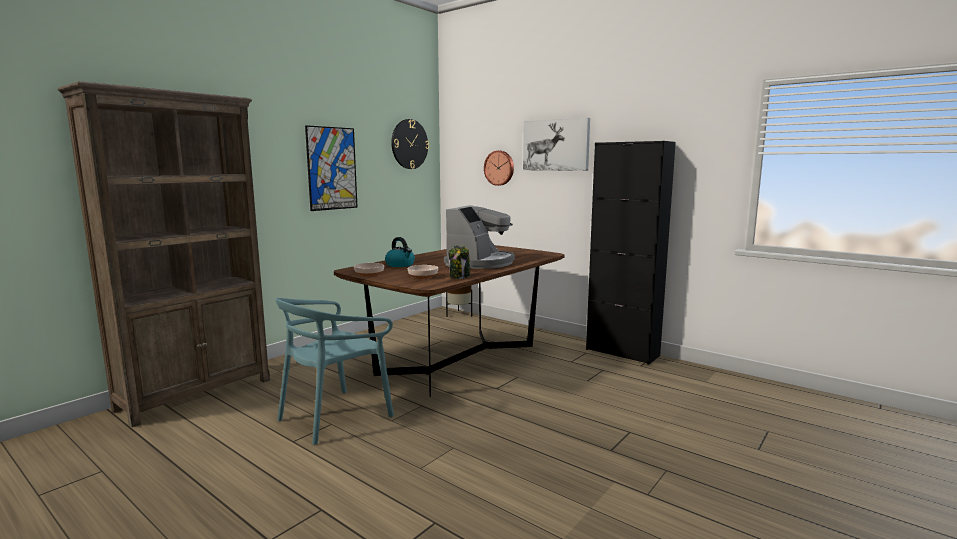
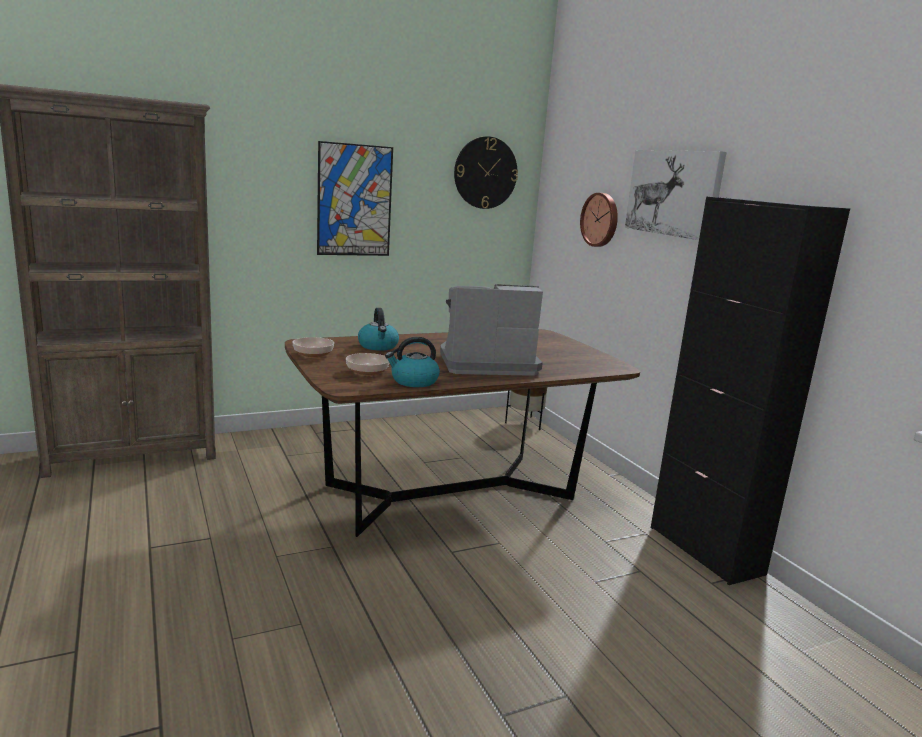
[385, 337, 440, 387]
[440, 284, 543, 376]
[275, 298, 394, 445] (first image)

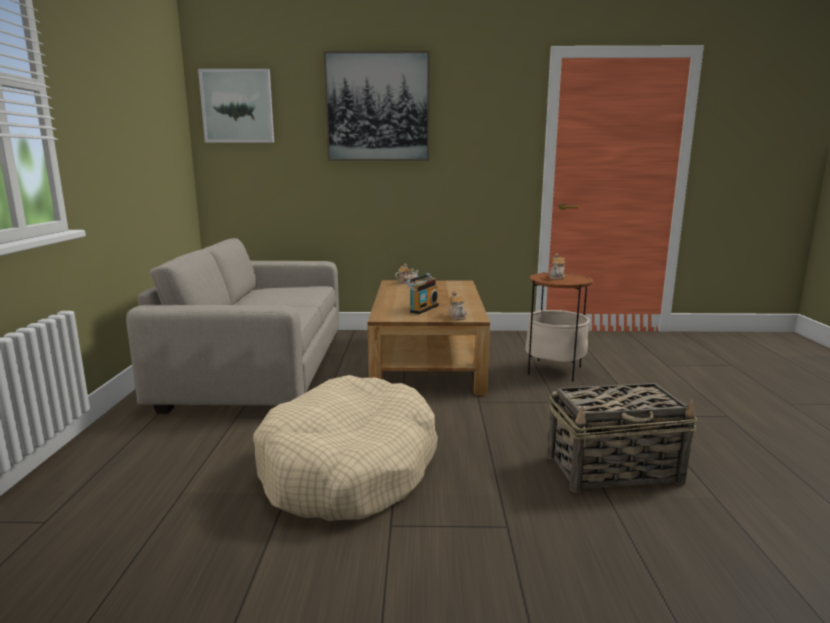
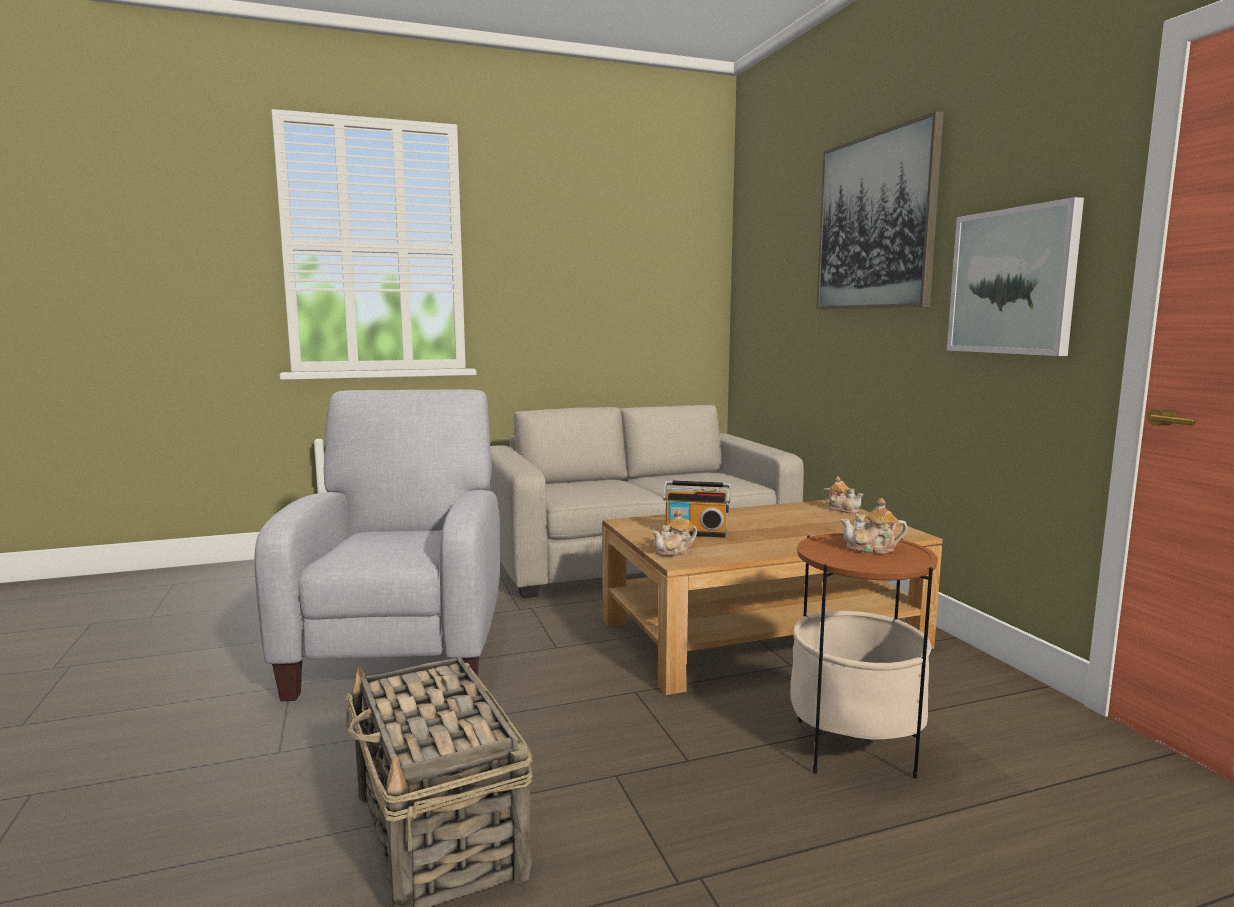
[255, 390, 501, 701]
[947, 197, 1084, 356]

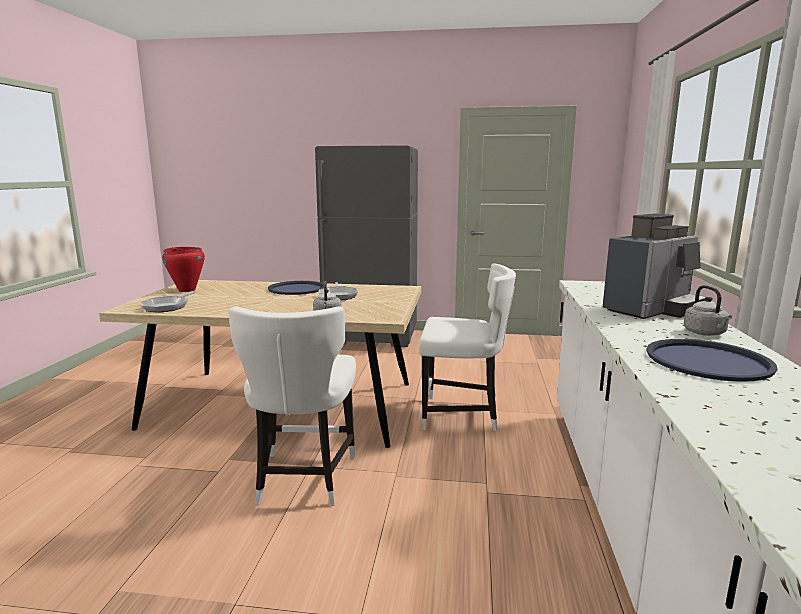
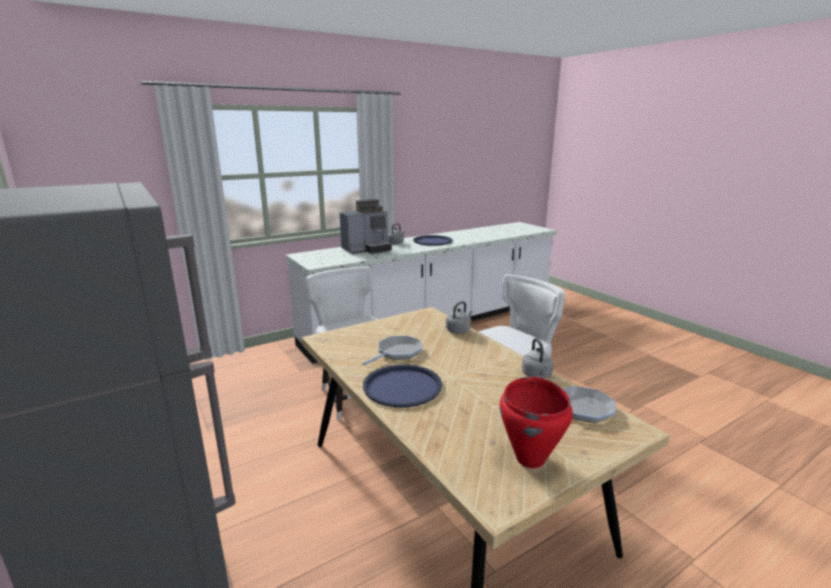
[340, 199, 392, 254]
[522, 338, 553, 379]

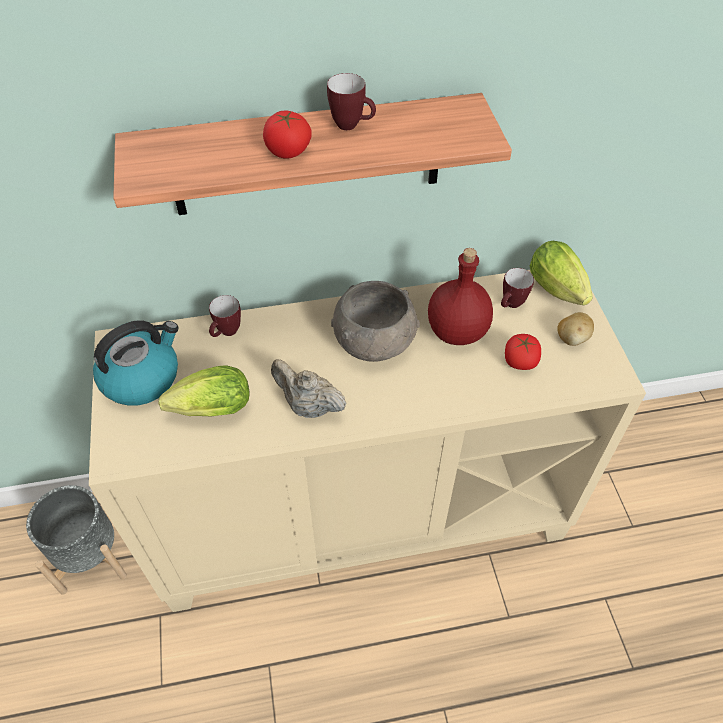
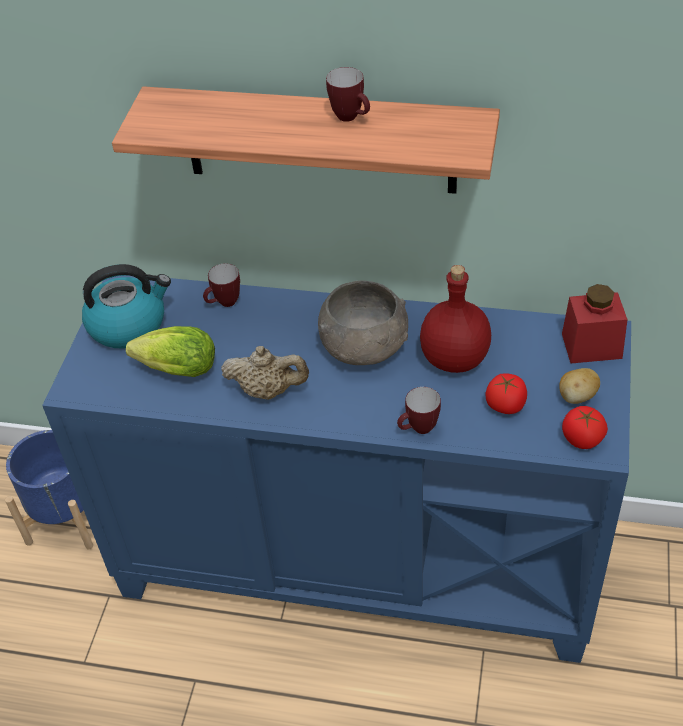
[5, 430, 93, 549]
[42, 275, 631, 663]
[221, 346, 309, 400]
[397, 387, 441, 434]
[562, 284, 628, 363]
[562, 406, 608, 449]

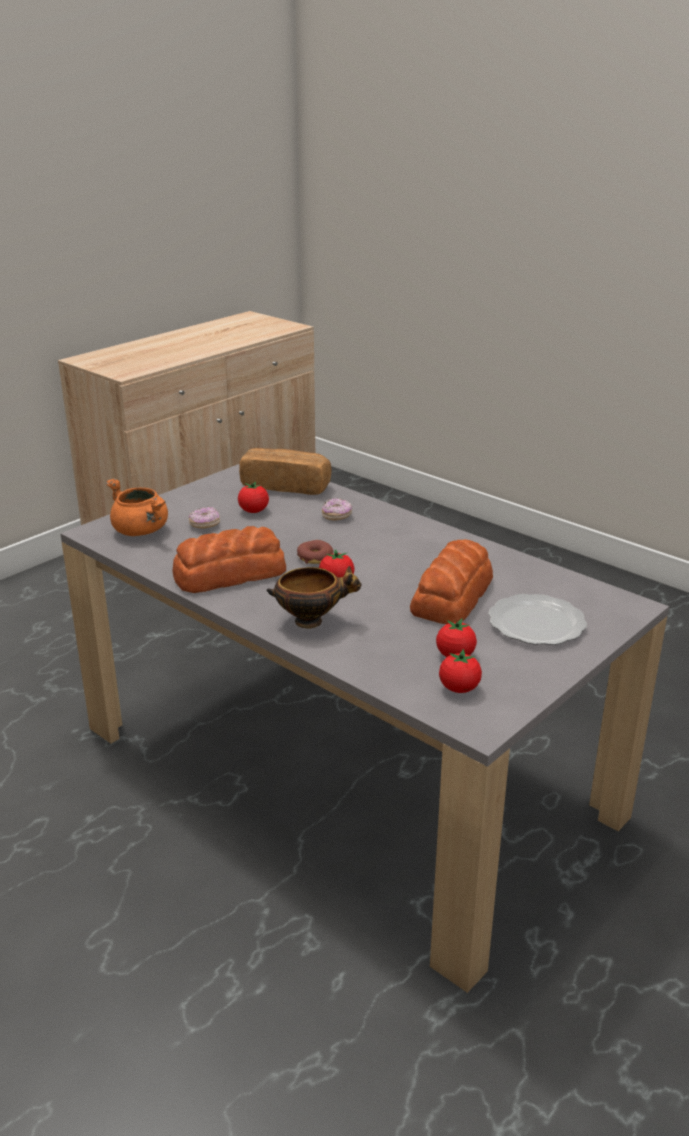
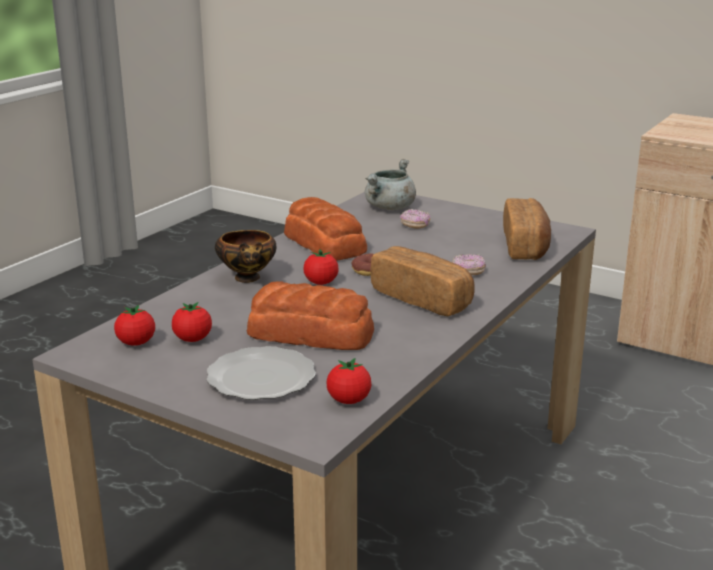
[327, 358, 371, 404]
[365, 159, 416, 210]
[370, 246, 475, 316]

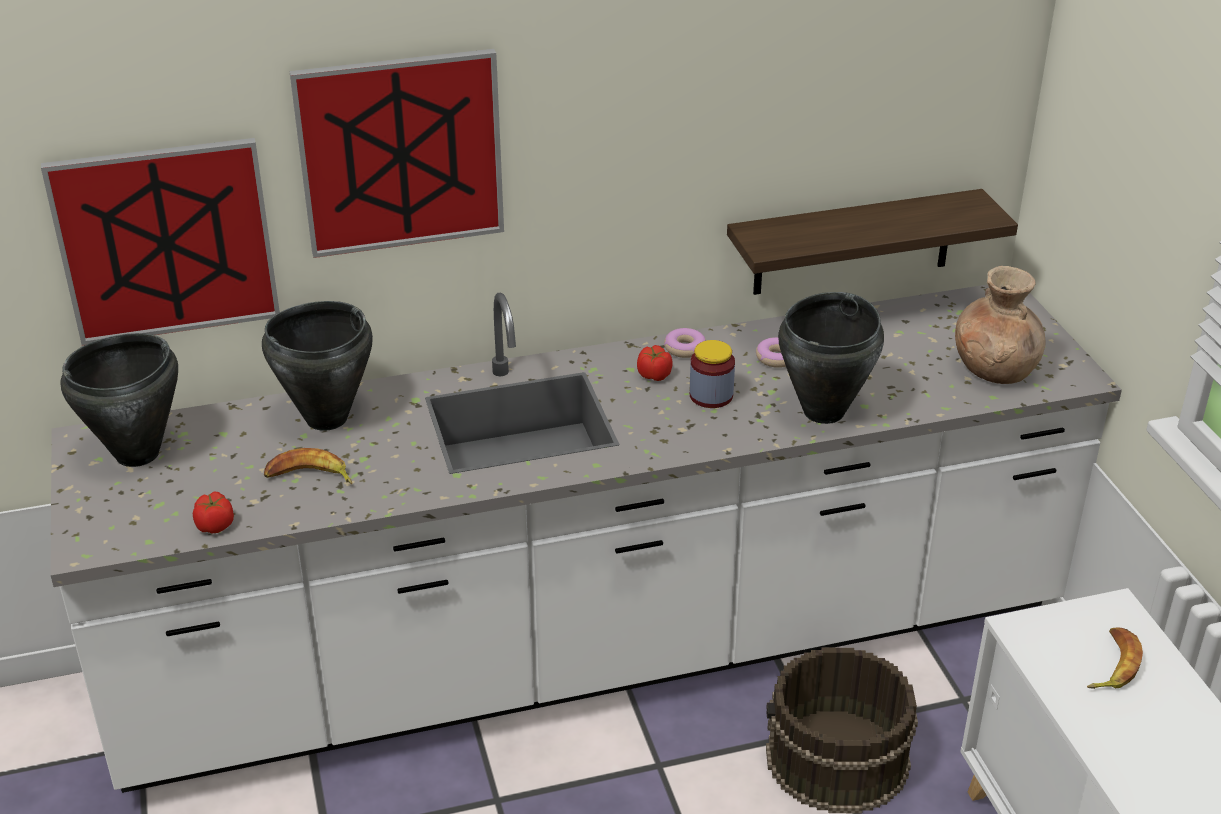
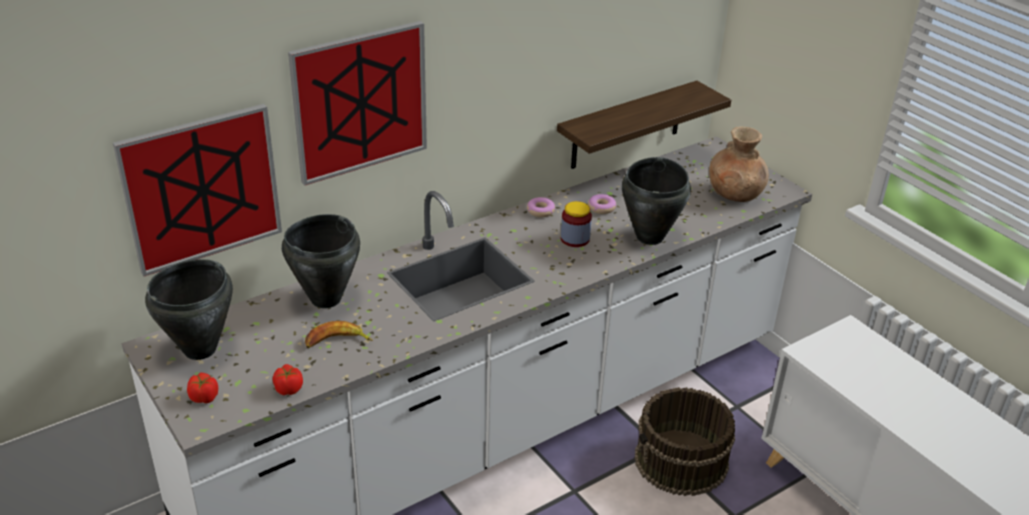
[187, 373, 218, 403]
[1087, 627, 1143, 689] (first image)

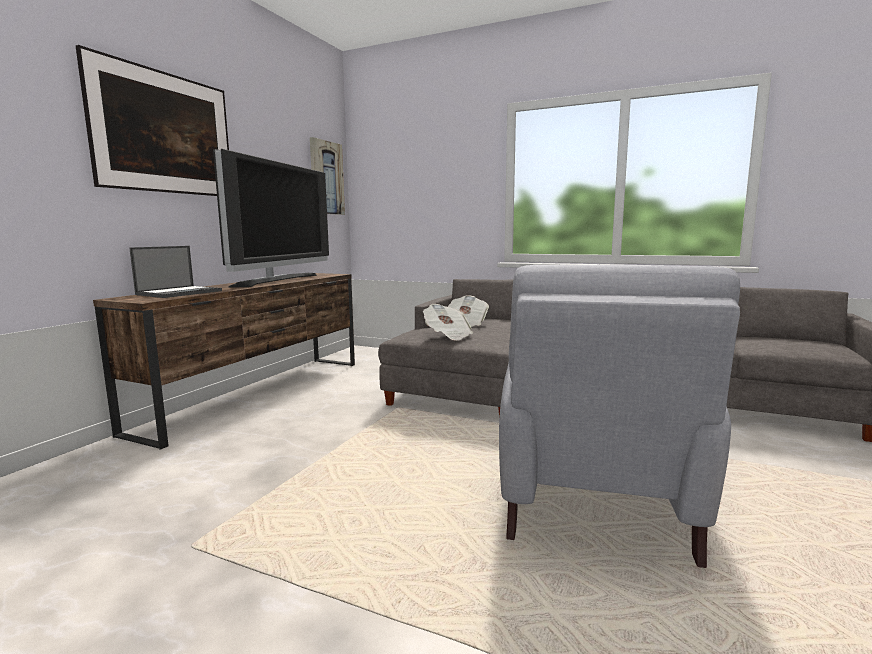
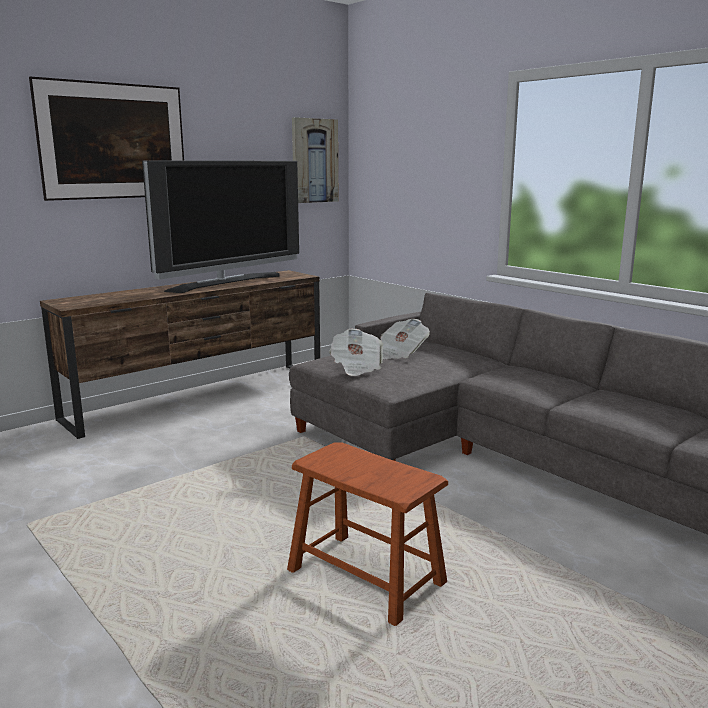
[287, 442, 448, 626]
[129, 246, 222, 298] (first image)

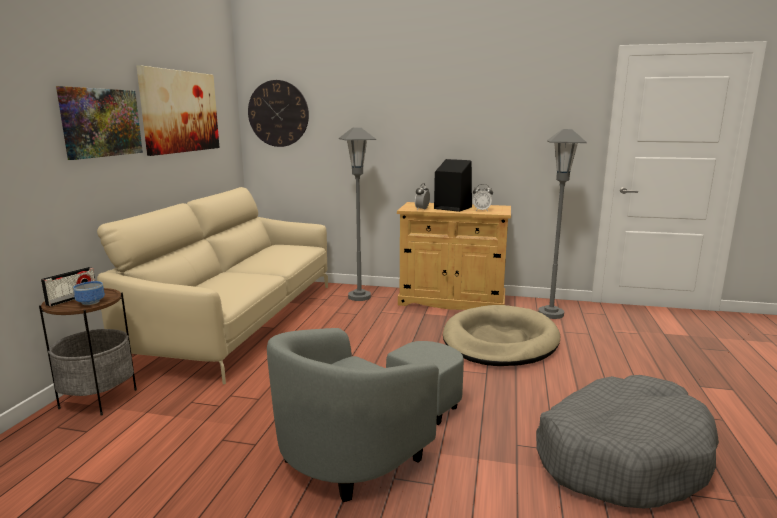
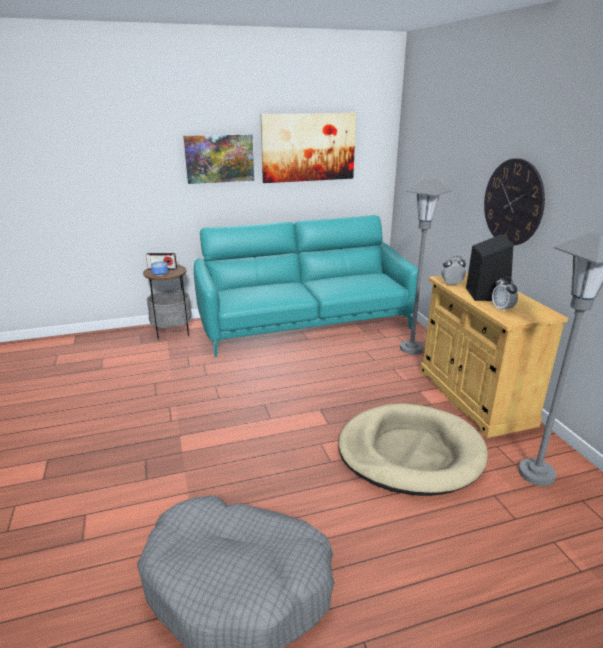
[194, 215, 418, 357]
[484, 158, 545, 246]
[267, 328, 464, 502] (first image)

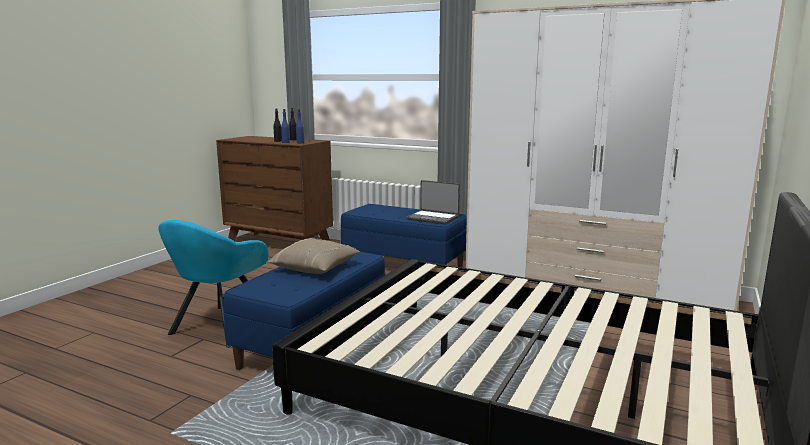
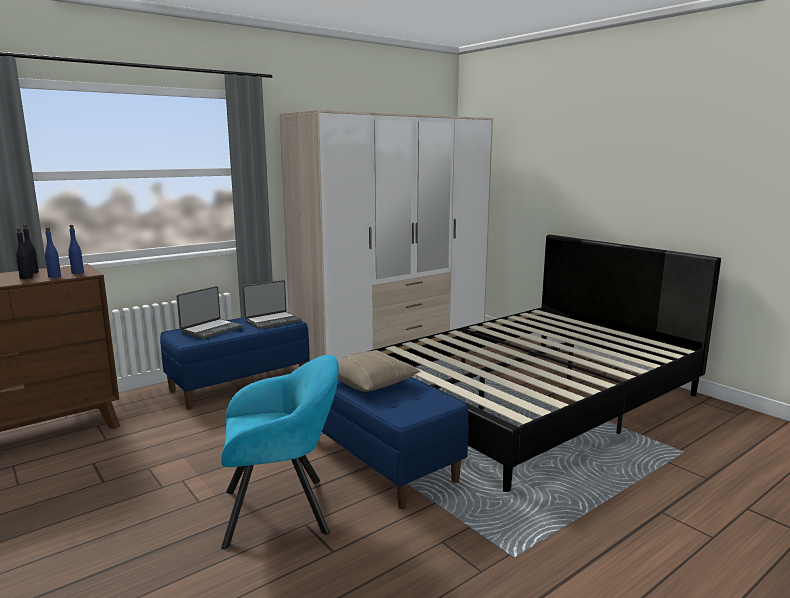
[177, 286, 242, 339]
[221, 355, 339, 549]

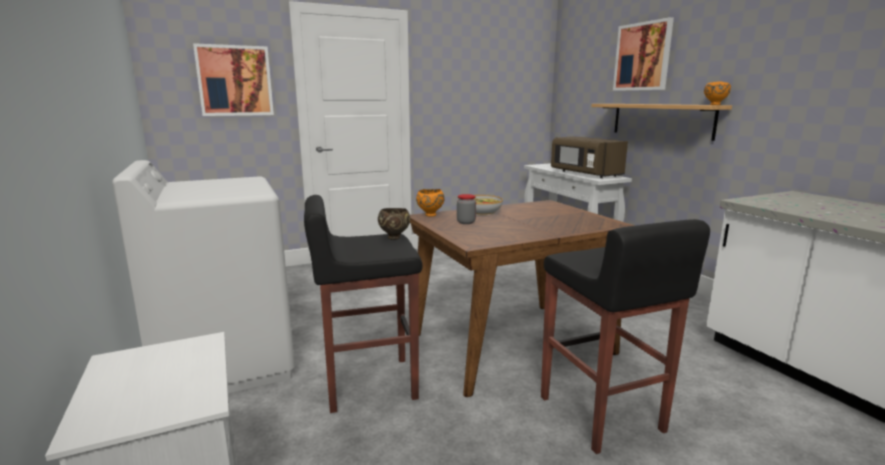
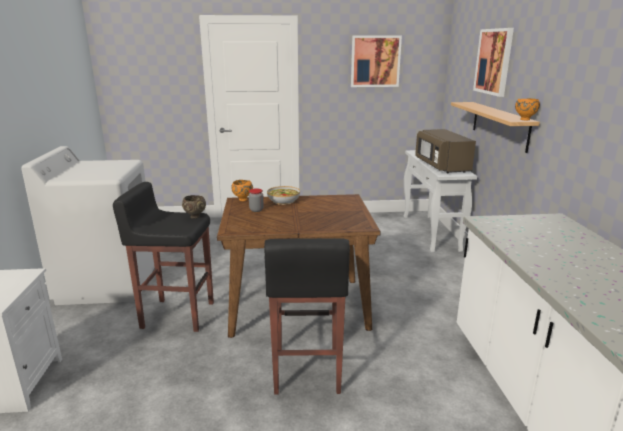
[351, 35, 402, 87]

